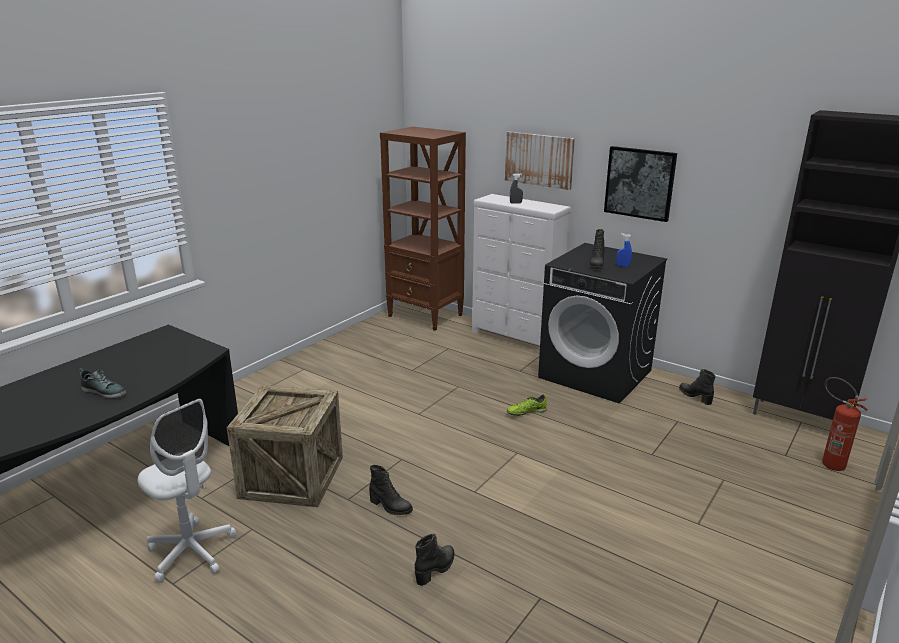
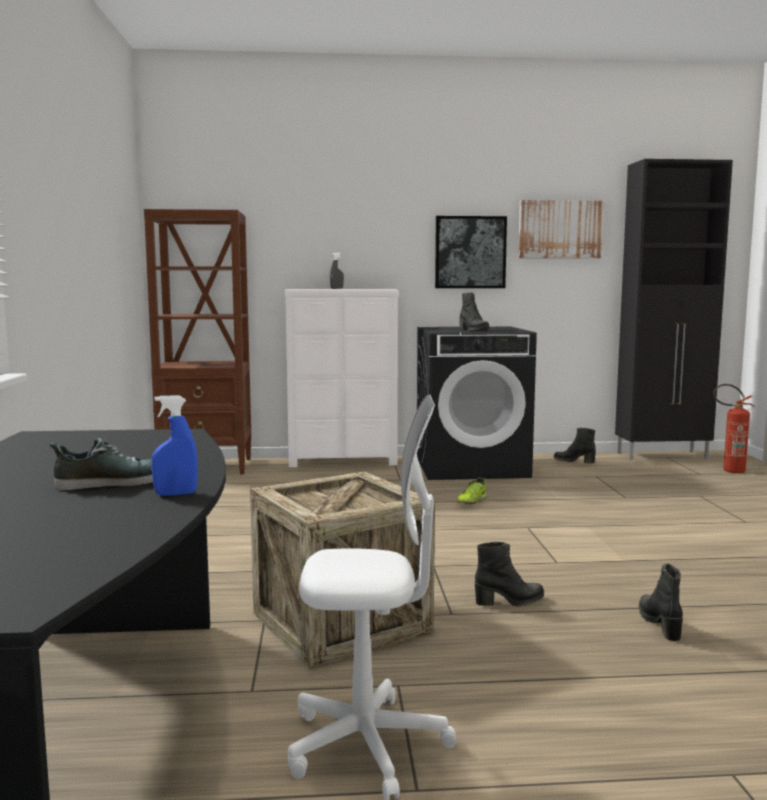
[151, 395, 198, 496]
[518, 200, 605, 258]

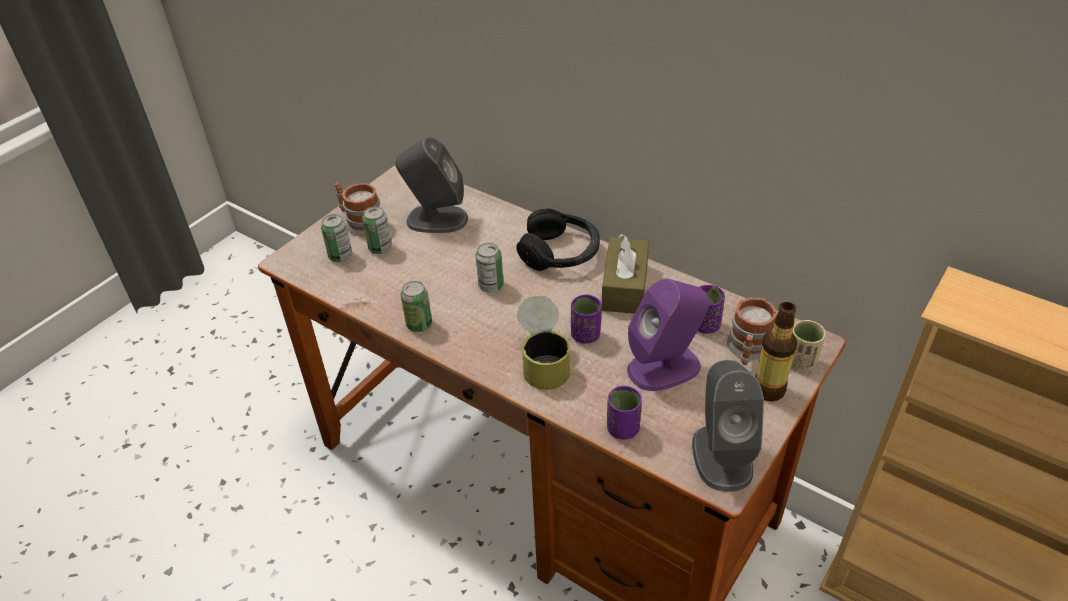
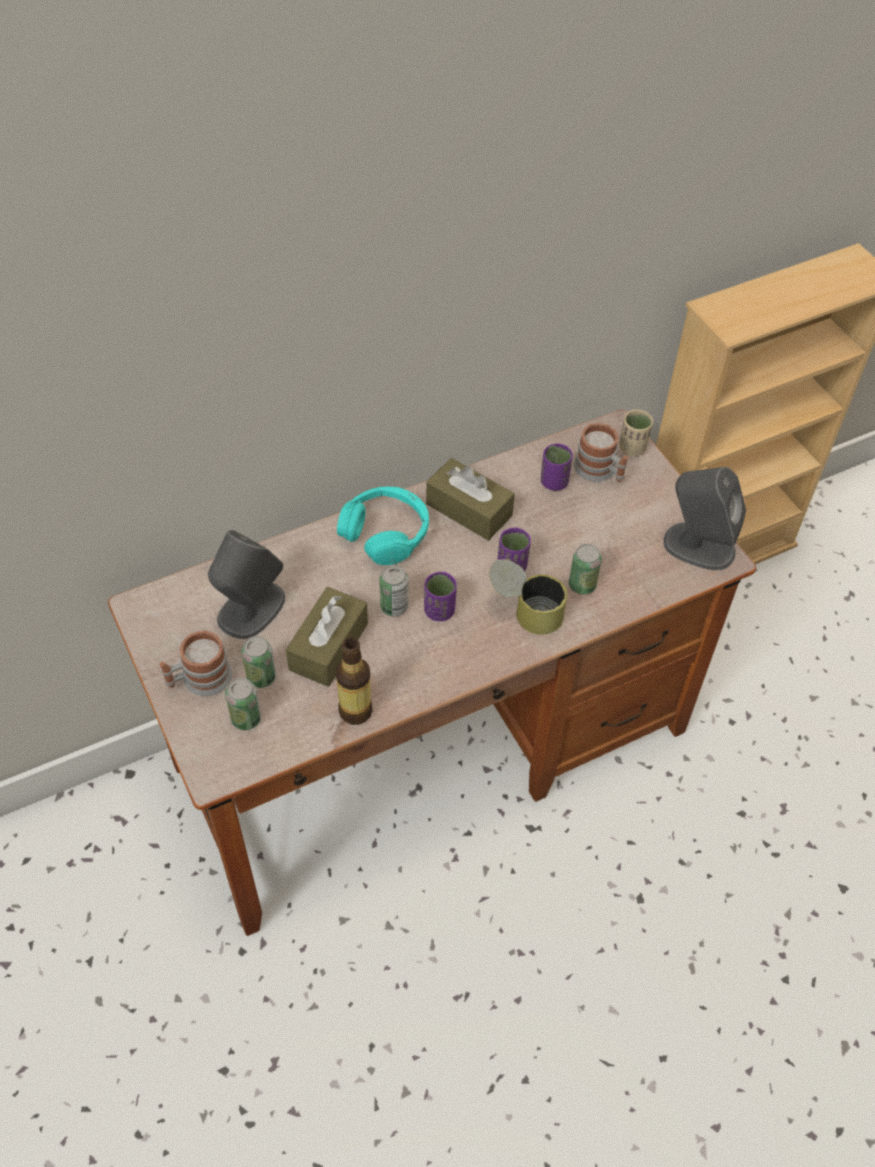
[286, 587, 368, 687]
[336, 638, 373, 725]
[337, 487, 429, 565]
[424, 572, 457, 621]
[569, 544, 602, 595]
[627, 278, 710, 391] (first image)

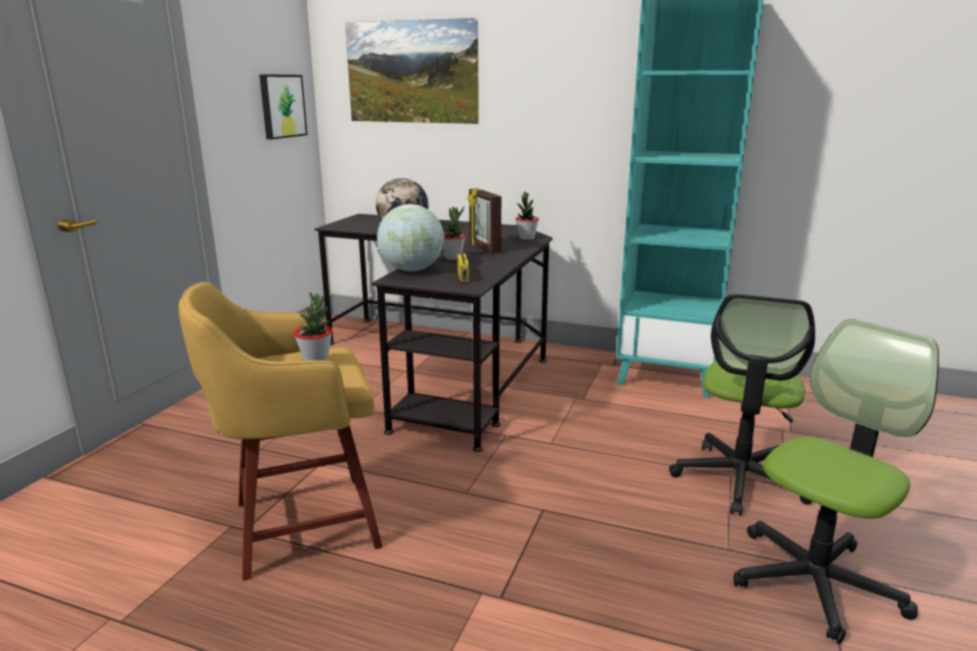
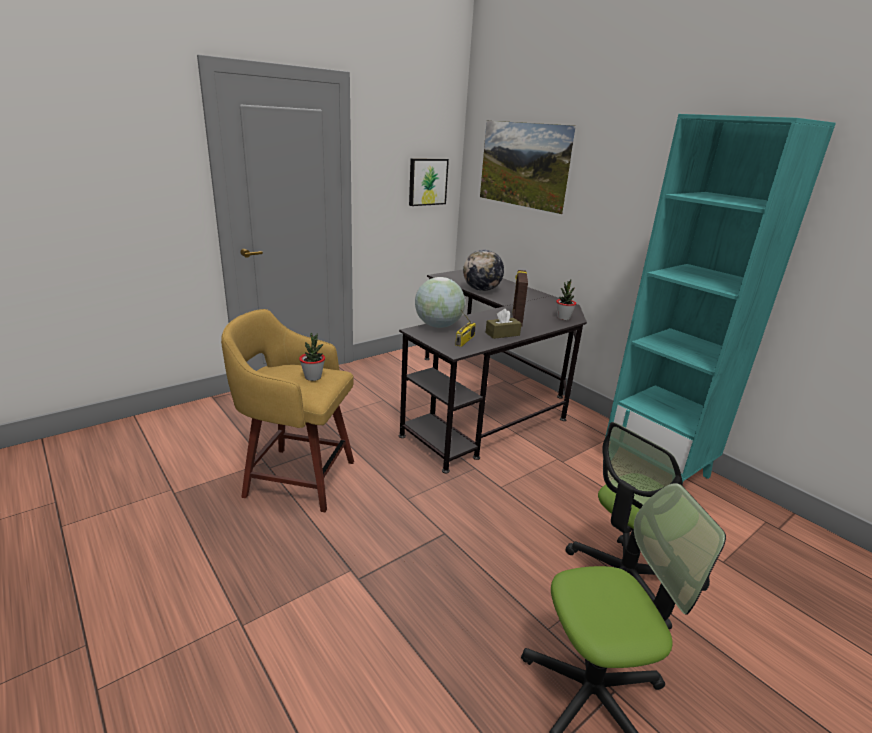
[485, 309, 522, 339]
[442, 206, 466, 260] (first image)

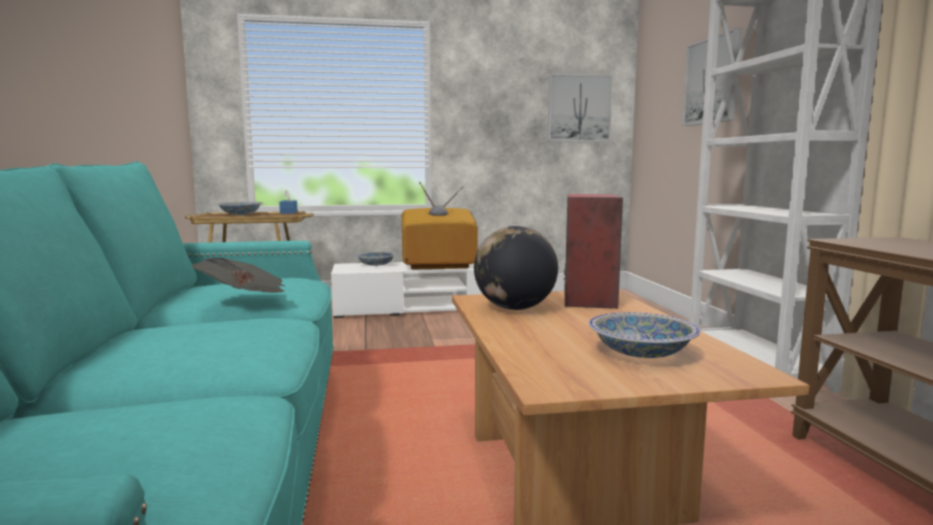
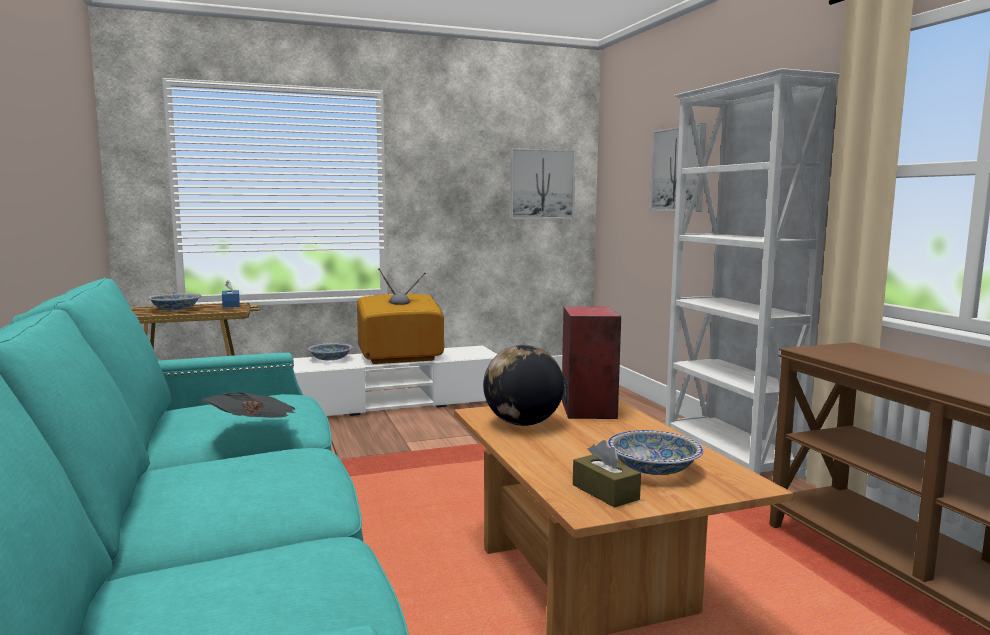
[573, 440, 641, 508]

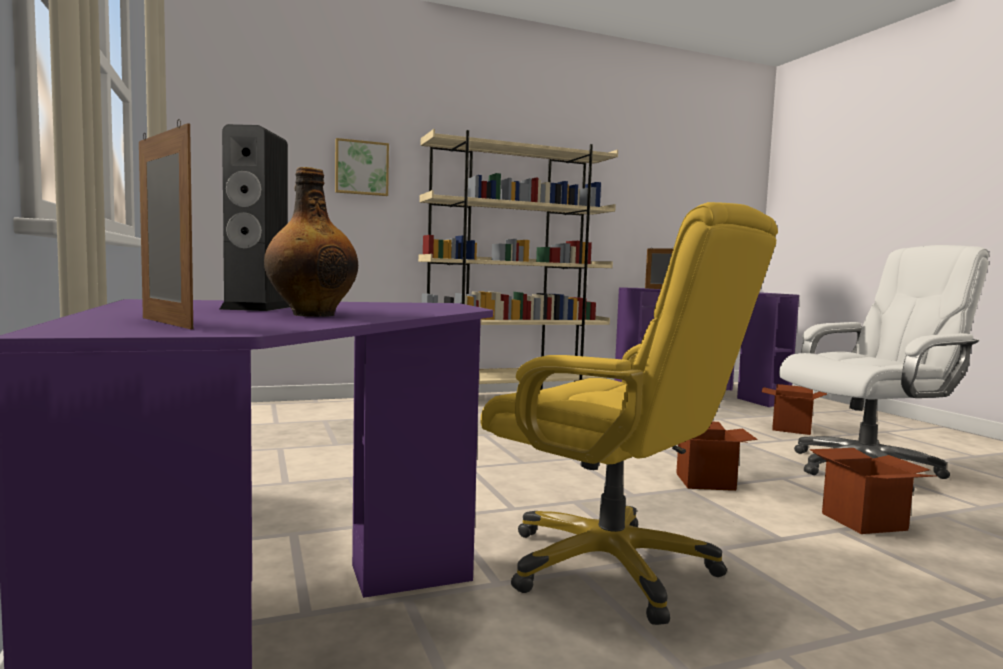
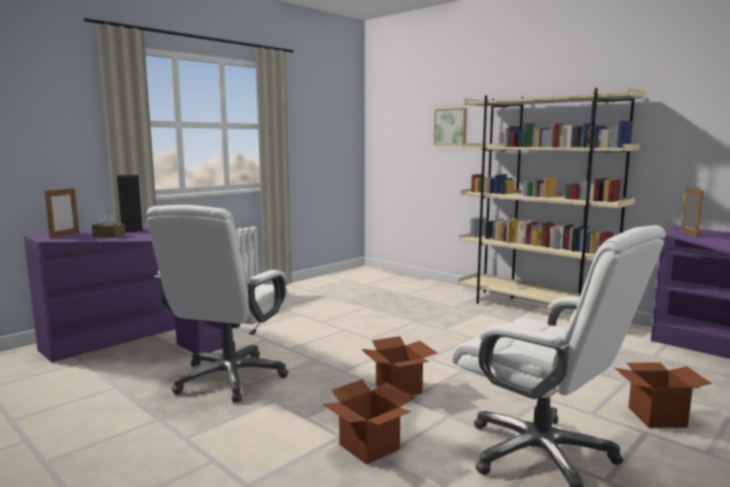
[92, 213, 125, 238]
[147, 205, 289, 402]

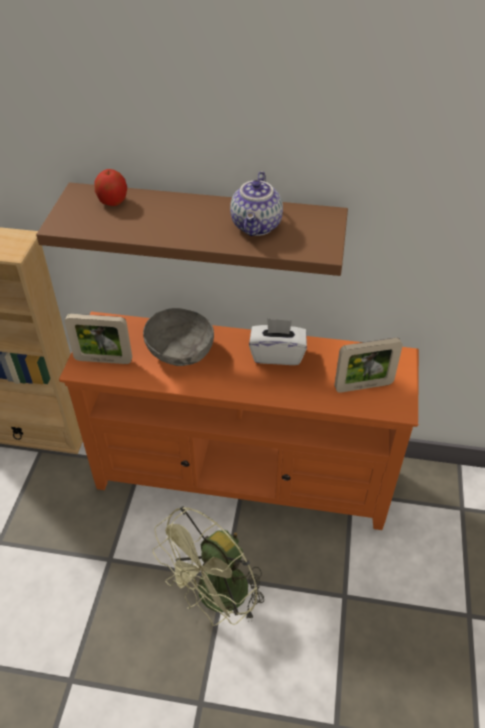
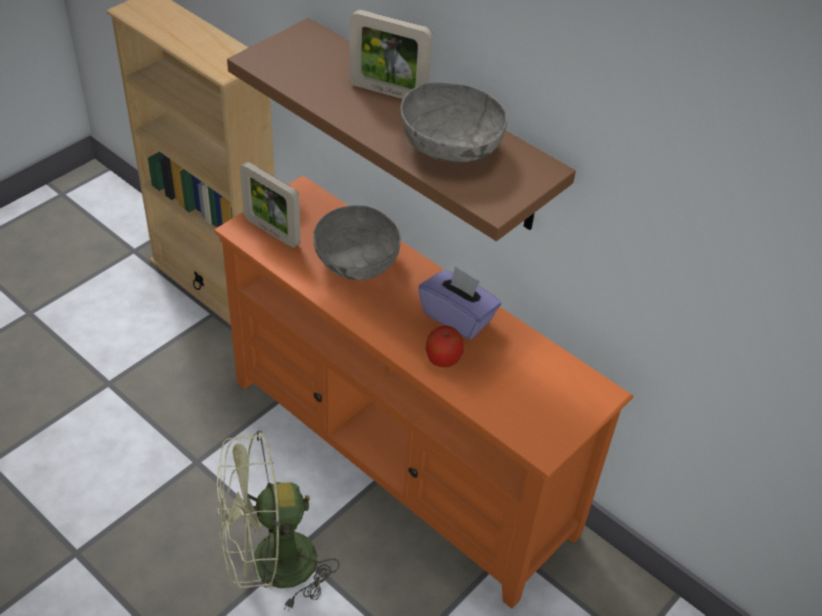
[349, 10, 433, 99]
[400, 82, 507, 163]
[418, 266, 501, 340]
[426, 326, 463, 368]

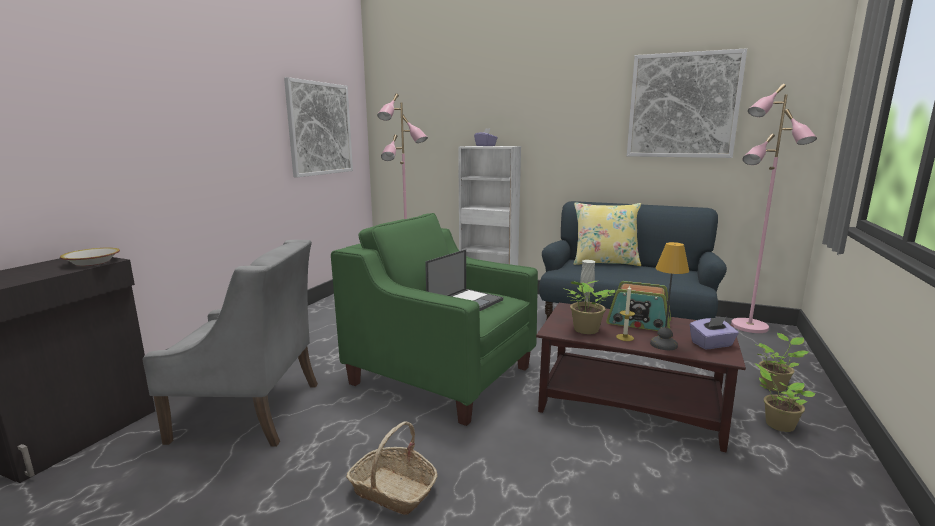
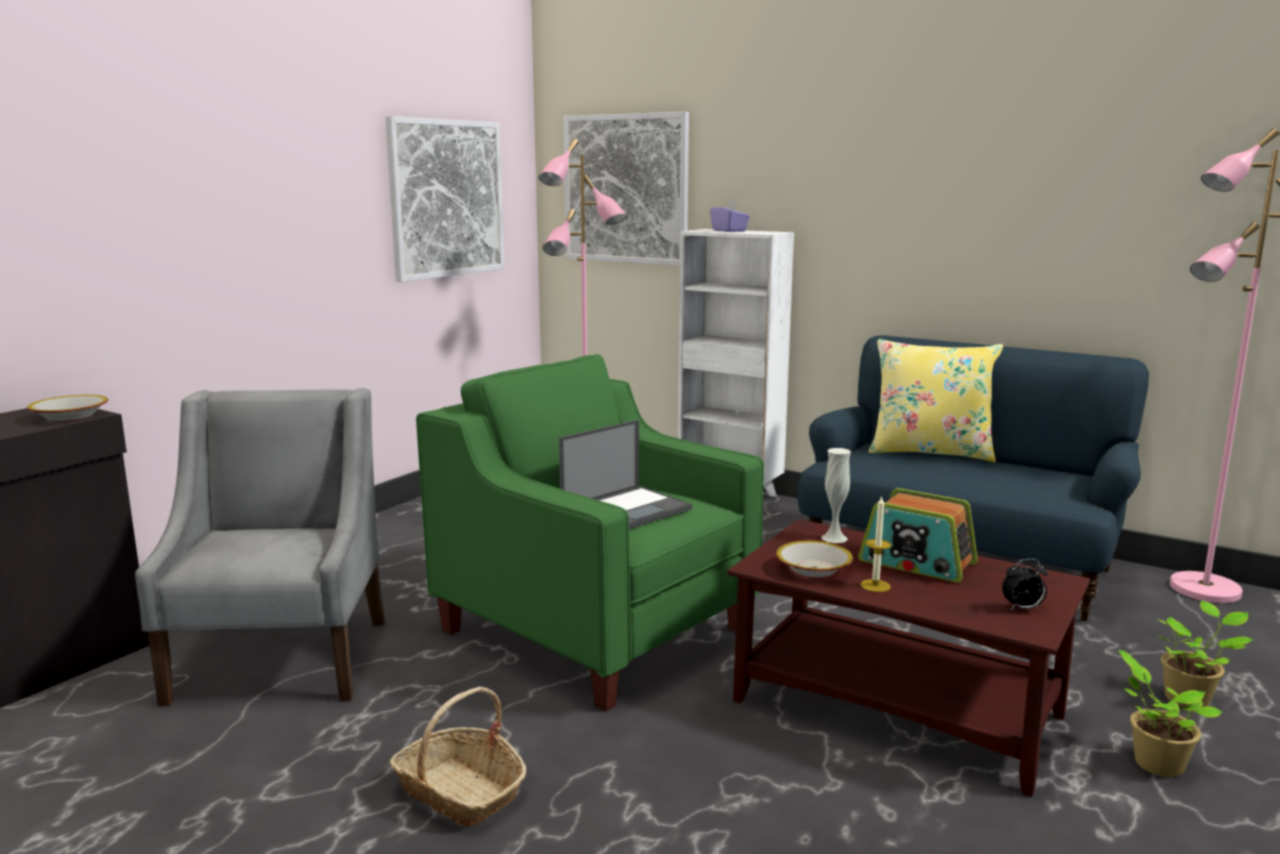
[135, 388, 385, 707]
[563, 112, 689, 266]
[776, 541, 853, 578]
[1002, 559, 1048, 610]
[650, 242, 689, 350] (first image)

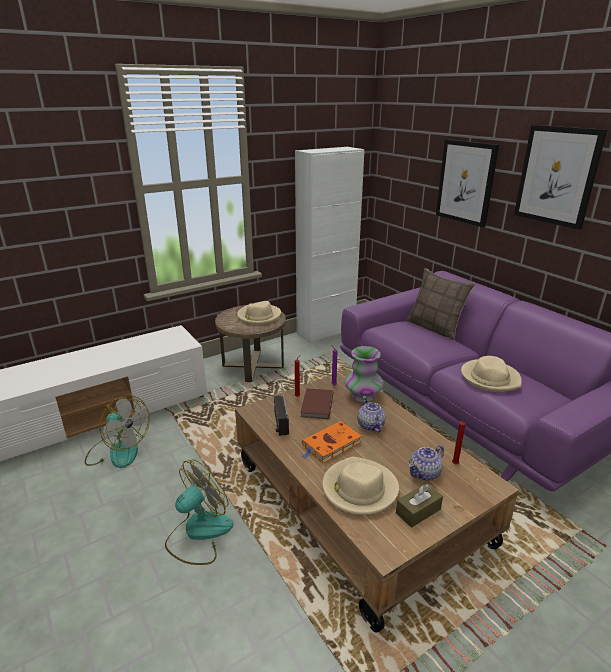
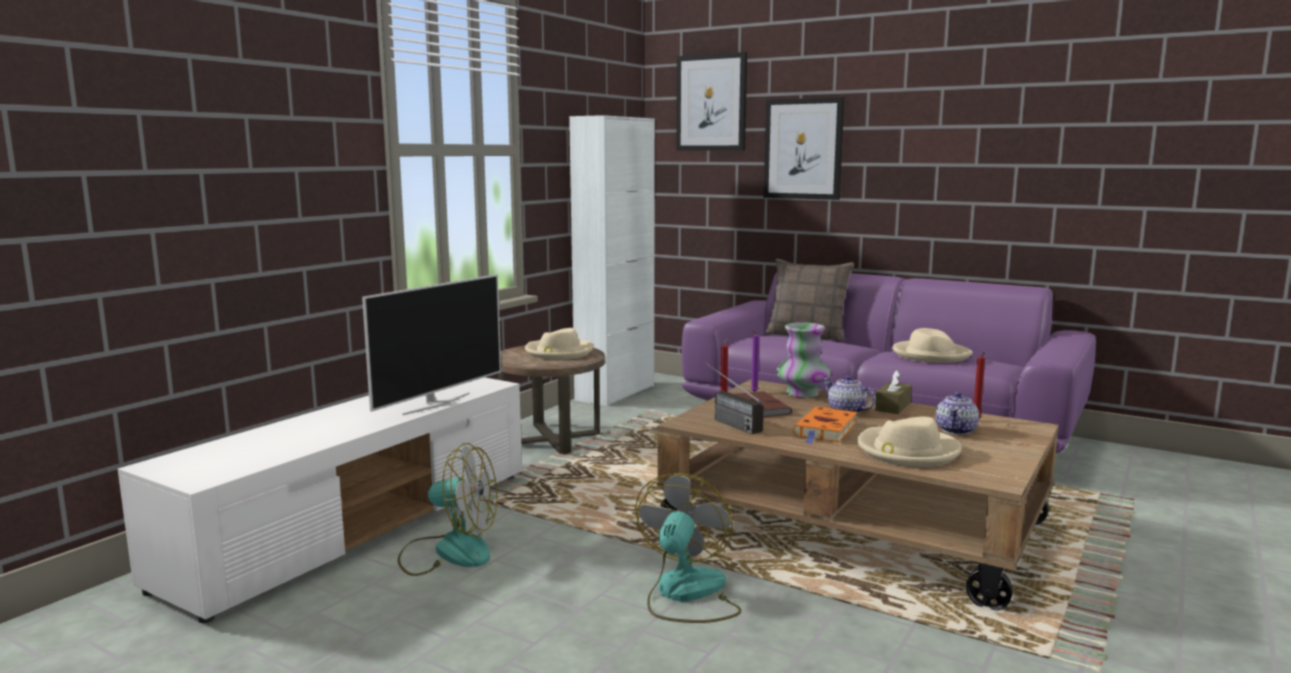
[362, 274, 501, 415]
[676, 52, 747, 151]
[875, 370, 912, 414]

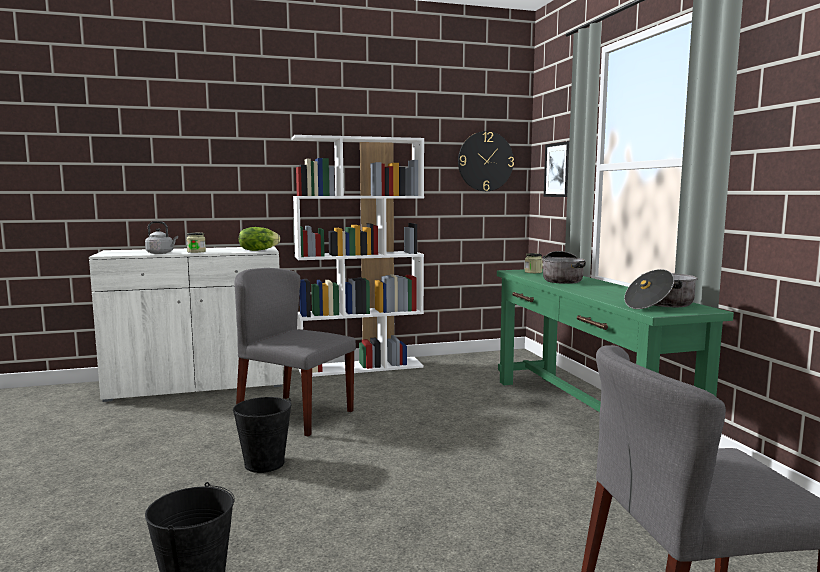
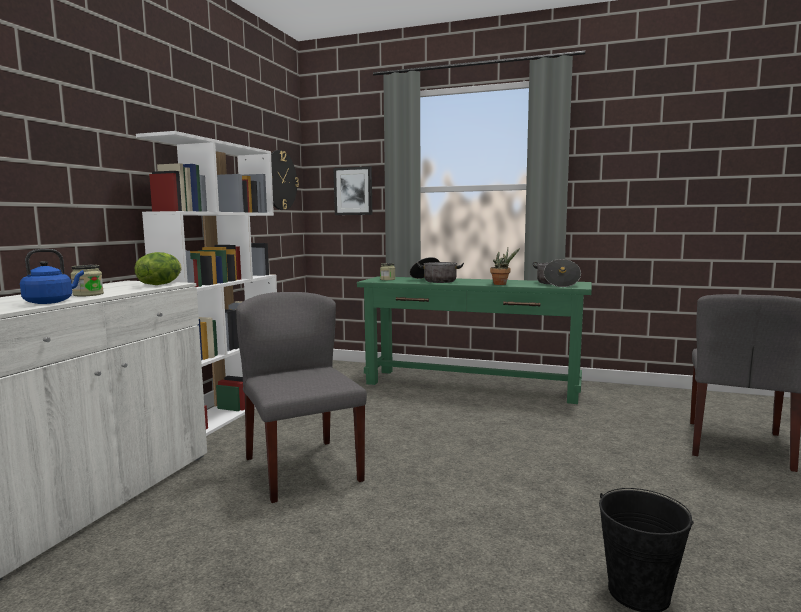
[20, 249, 84, 304]
[236, 292, 367, 503]
[490, 248, 520, 285]
[233, 397, 291, 473] (first image)

